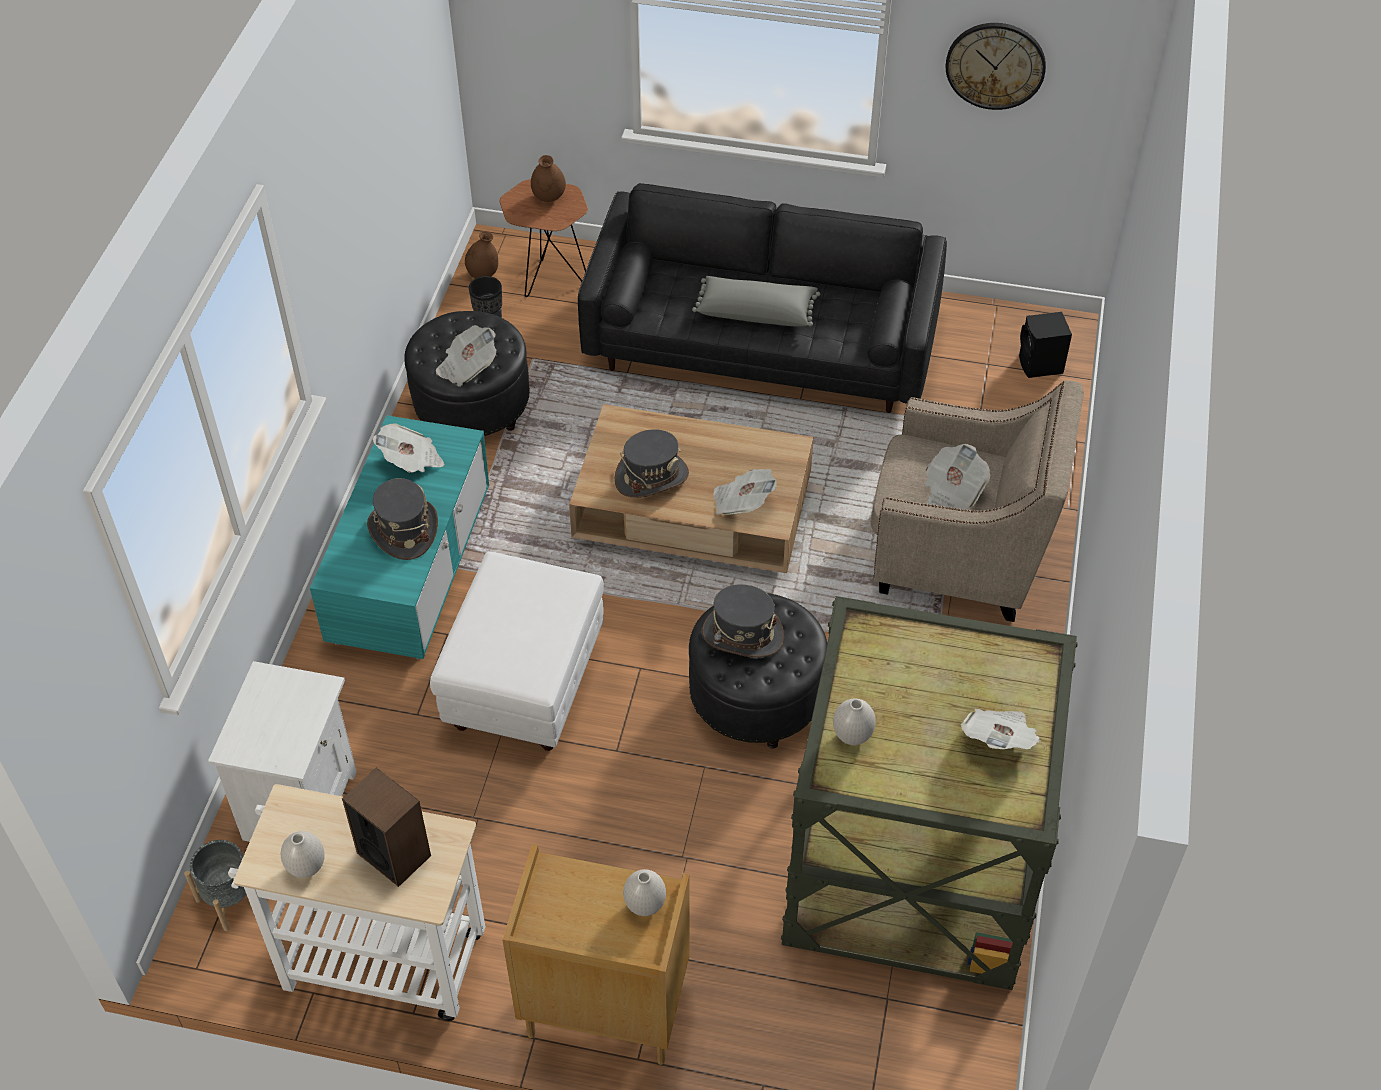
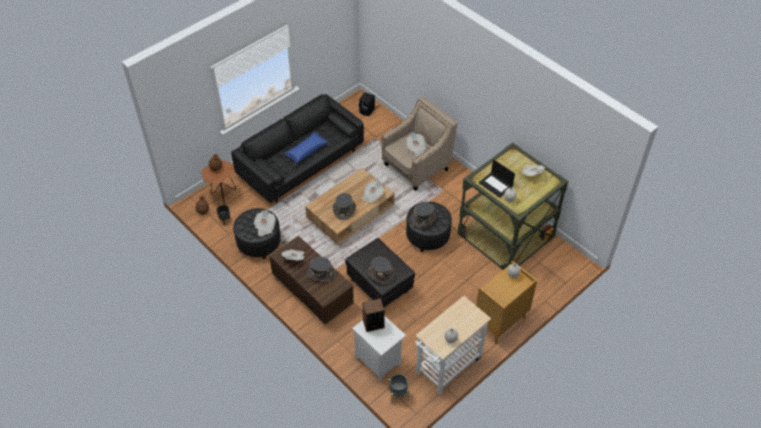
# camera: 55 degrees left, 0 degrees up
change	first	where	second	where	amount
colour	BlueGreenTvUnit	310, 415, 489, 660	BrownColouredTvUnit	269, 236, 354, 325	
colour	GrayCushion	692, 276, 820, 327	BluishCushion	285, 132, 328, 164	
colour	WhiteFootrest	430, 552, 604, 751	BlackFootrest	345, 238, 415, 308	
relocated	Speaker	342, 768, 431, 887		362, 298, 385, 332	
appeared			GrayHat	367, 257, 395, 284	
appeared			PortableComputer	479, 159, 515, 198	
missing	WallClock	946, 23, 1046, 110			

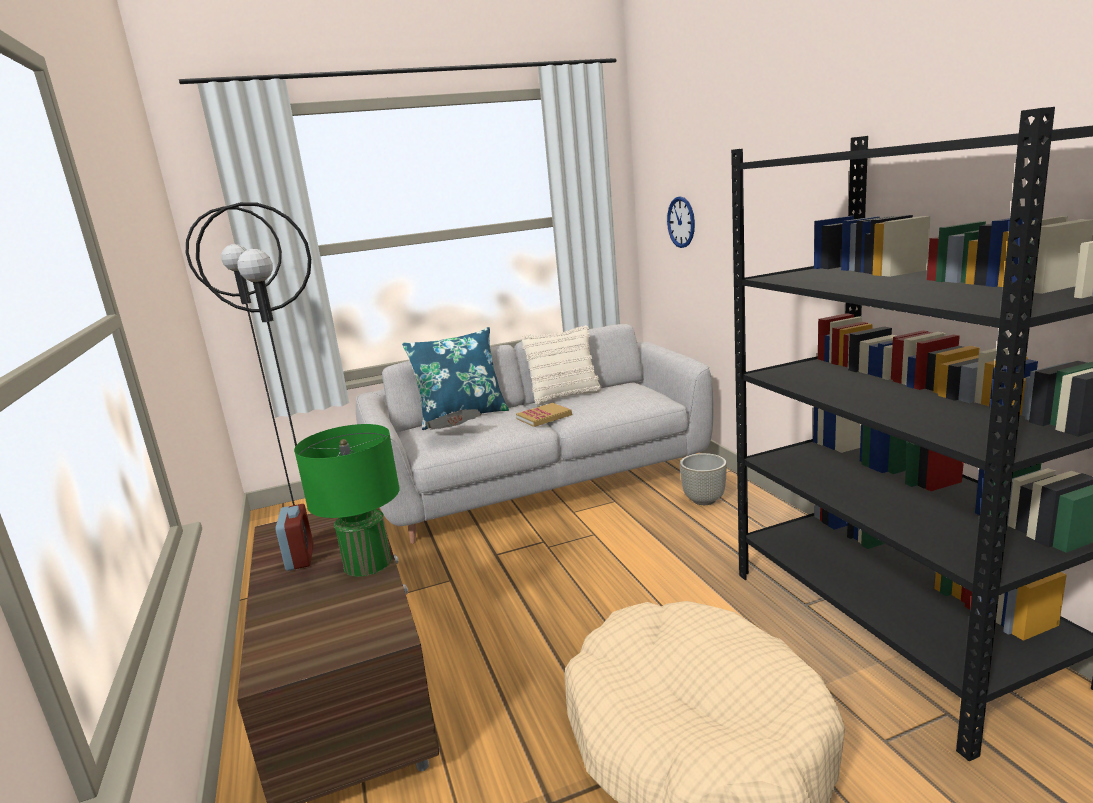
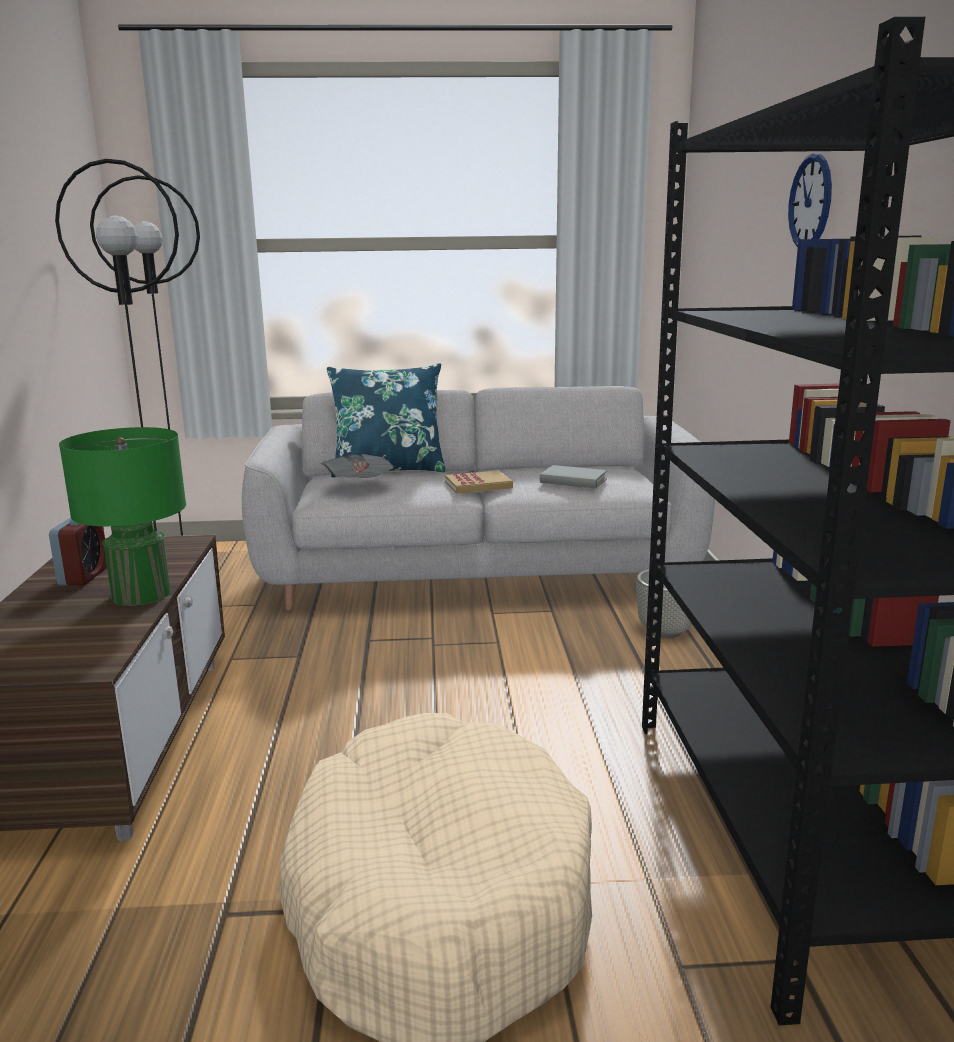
# camera: 15 degrees right, 0 degrees up
change	first	where	second	where	amount
appeared			GrayBook	540, 465, 607, 488	
relocated	WallClock	667, 196, 695, 248		788, 153, 832, 248	
missing	SandColouredCushion	521, 325, 601, 405			

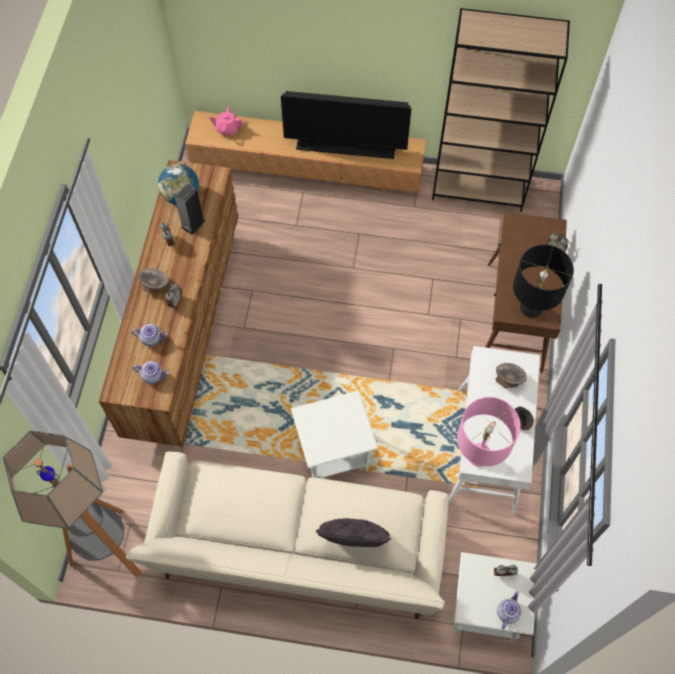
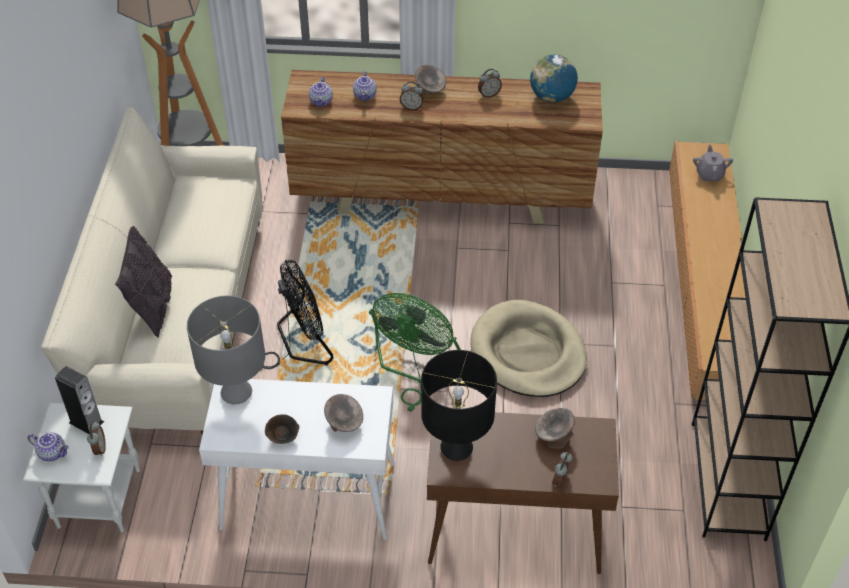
# camera: 85 degrees right, 15 degrees down
change	first	where	second	where	amount
relocated	Speaker	175, 184, 205, 235		55, 366, 104, 434	
colour	PinkishLampForATable	457, 397, 521, 467	GrayLampForATable	187, 296, 265, 404	
exchanged	WhiteSideTable	291, 390, 378, 478	BlackFan	261, 260, 333, 370	
appeared			GreenColouredFan	369, 293, 461, 412	
appeared			SandColouredDogCushion	470, 299, 587, 397	
appeared			GrayDeepDish	535, 408, 575, 449	
colour	PinkishPotForTea	209, 107, 243, 136	GrayPotForTea	693, 145, 733, 181	
missing	TvSet	281, 91, 411, 159			

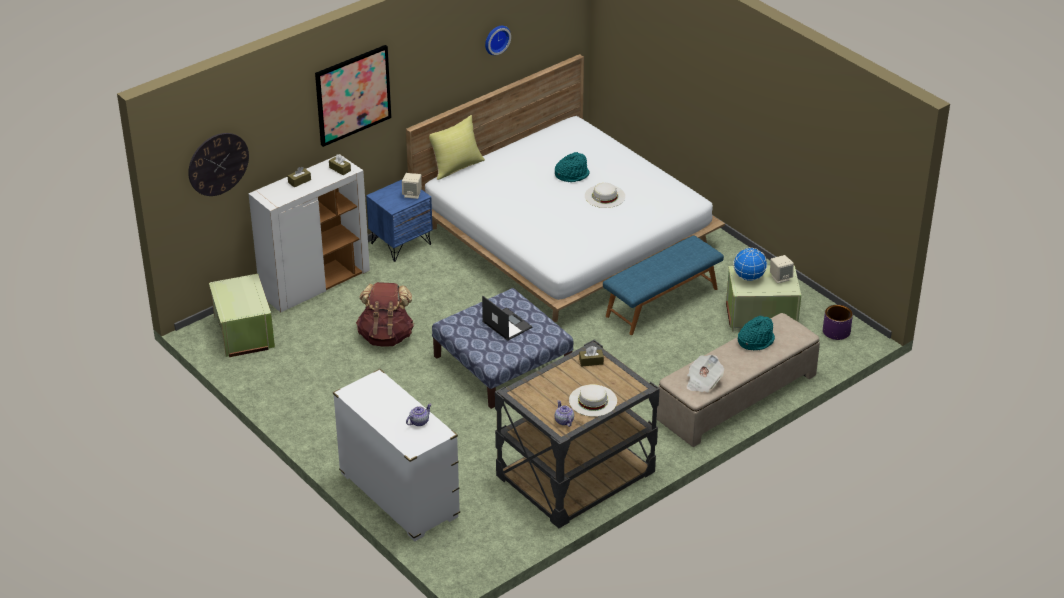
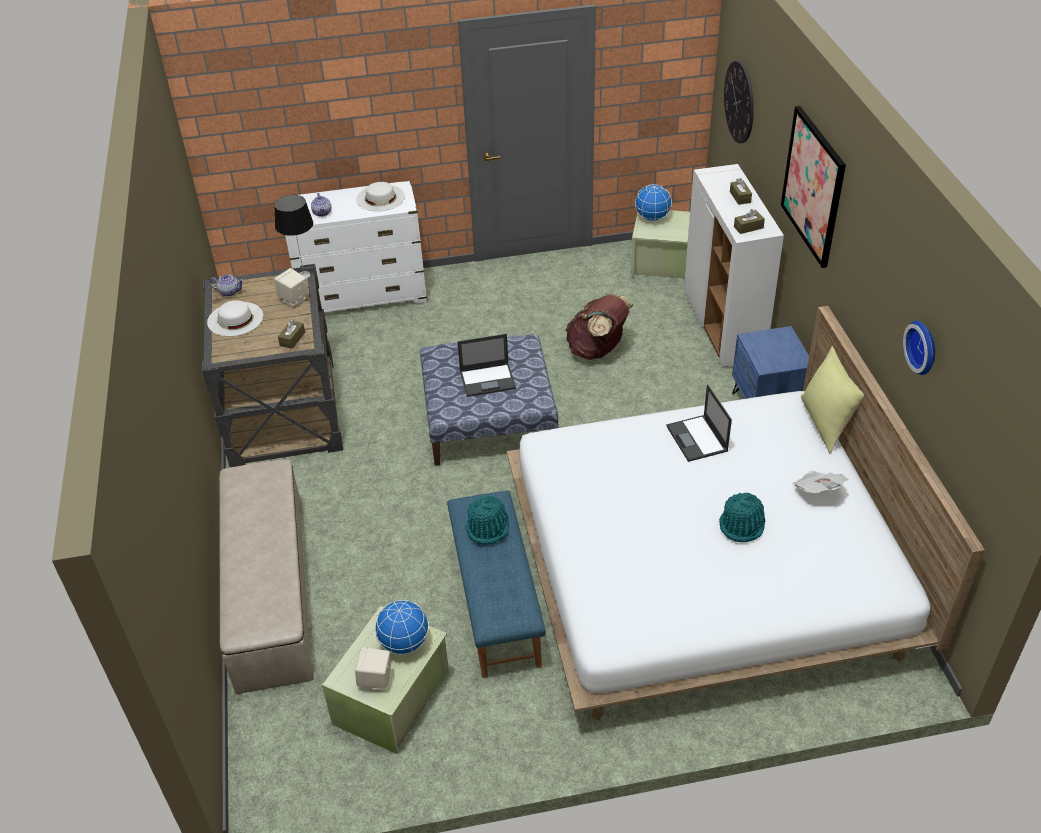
# camera: 120 degrees right, 5 degrees up
change	first	where	second	where	amount
appeared			LampForATable	274, 195, 313, 278	
relocated	SandColouredSpeaker	402, 173, 422, 199		274, 268, 308, 307	
relocated	WhiteHat	585, 183, 625, 208		356, 182, 405, 211	
relocated	BlueGreenHat	738, 316, 775, 350		466, 496, 509, 545	
appeared			Globe	635, 184, 672, 221	
appeared			PortableComputer	666, 384, 732, 462	
relocated	Newspaper	686, 355, 724, 393		792, 471, 848, 493	
missing	PurpleColouredPlantPot	823, 305, 853, 340			

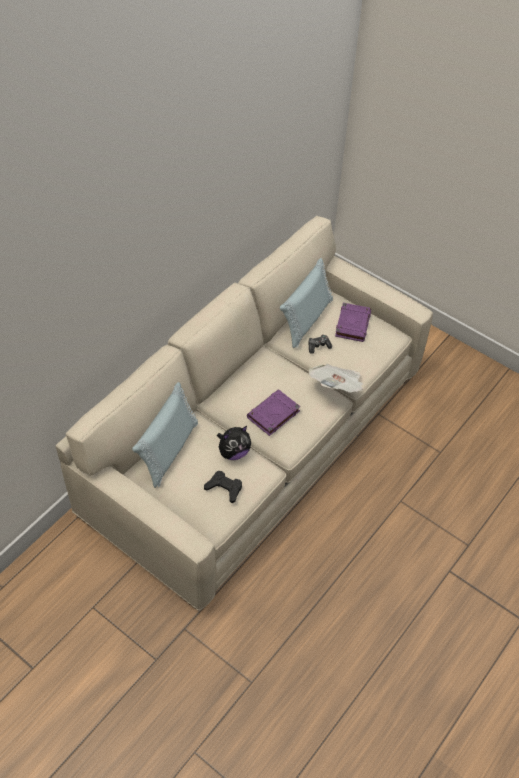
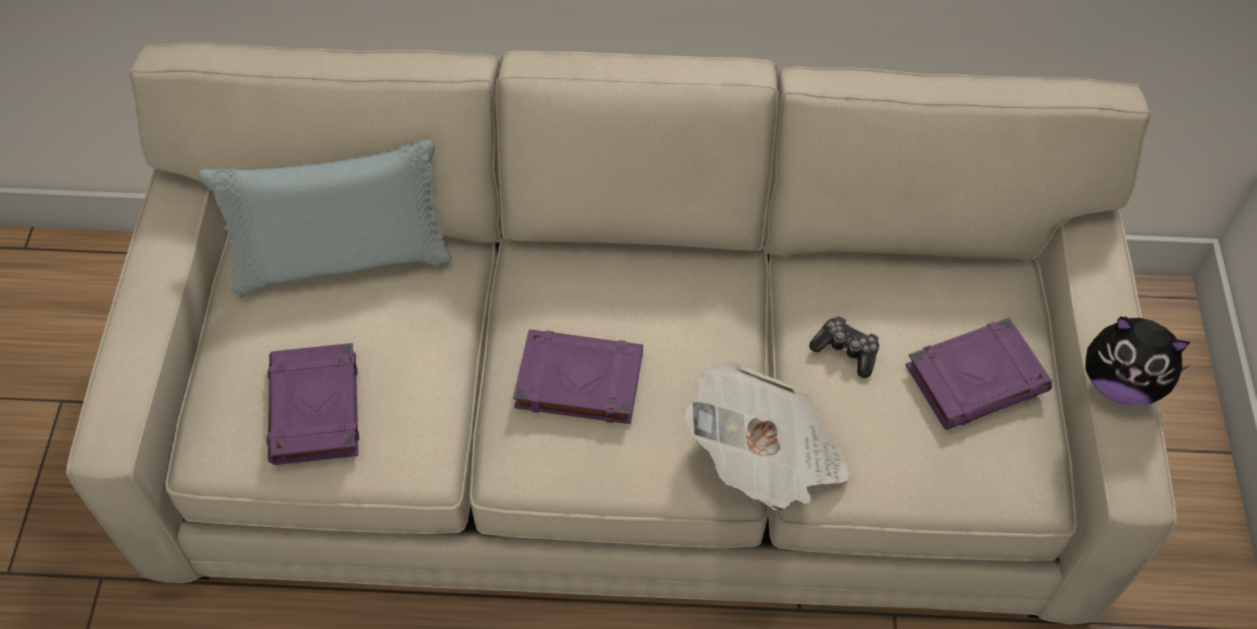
# camera: 55 degrees right, 5 degrees up
change	first	where	second	where	amount
exchanged	BlackJoypad	204, 471, 242, 503	PurpleColouredBook	267, 343, 359, 465	
relocated	CuddlyToy	217, 426, 251, 460		1085, 316, 1190, 405	
missing	BluishCushion	280, 258, 333, 348			

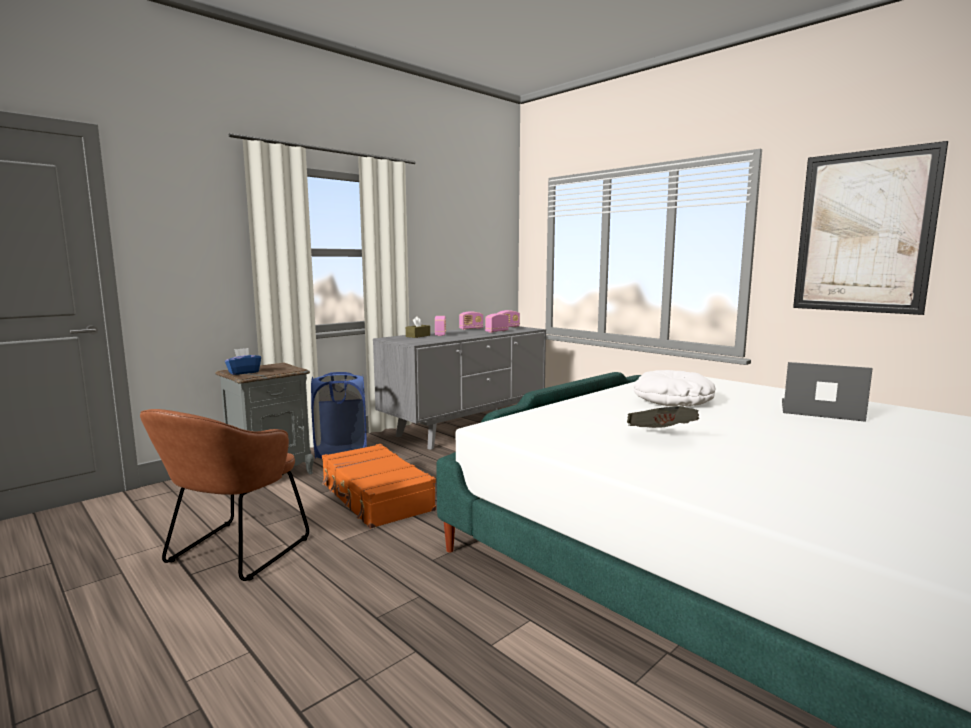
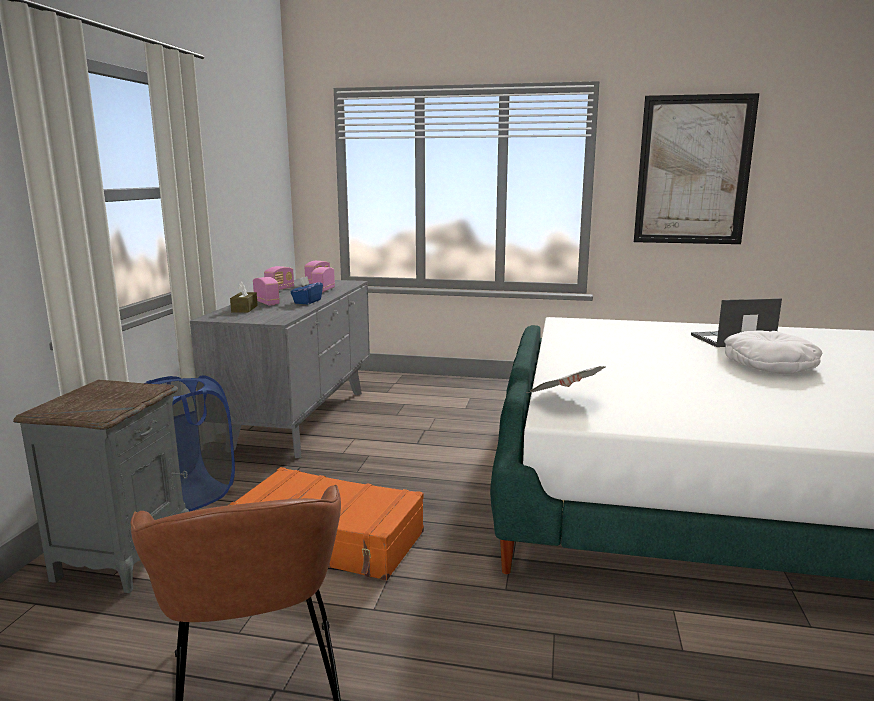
# camera: 35 degrees left, 5 degrees up
change	first	where	second	where	amount
relocated	BluishBoxOfTissues	225, 348, 261, 375		290, 276, 323, 304	
relocated	Newspaper	627, 406, 699, 428		526, 366, 606, 393	
relocated	WhiteCushion	634, 370, 715, 406		724, 330, 822, 374	

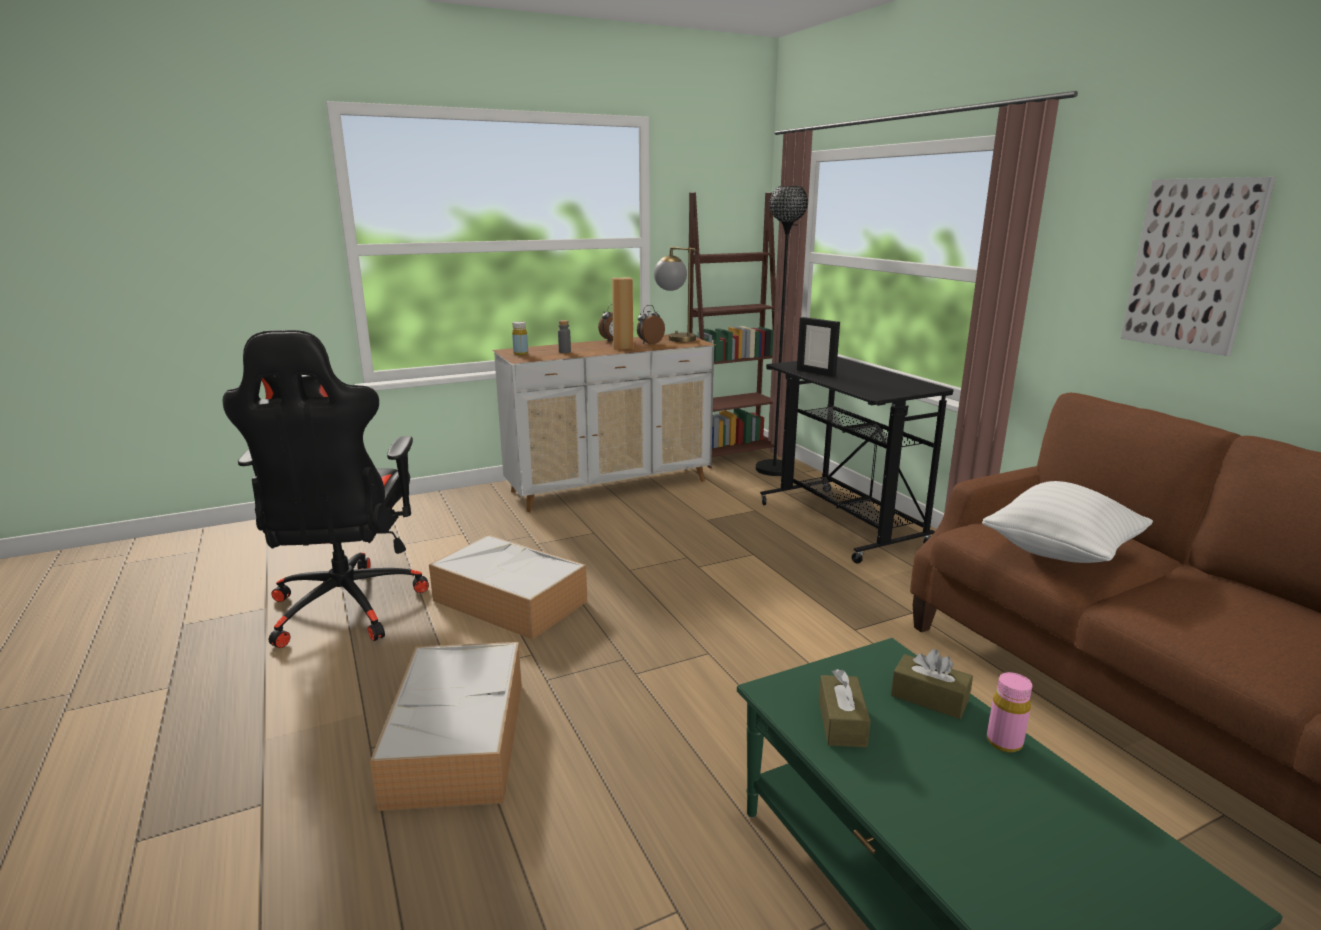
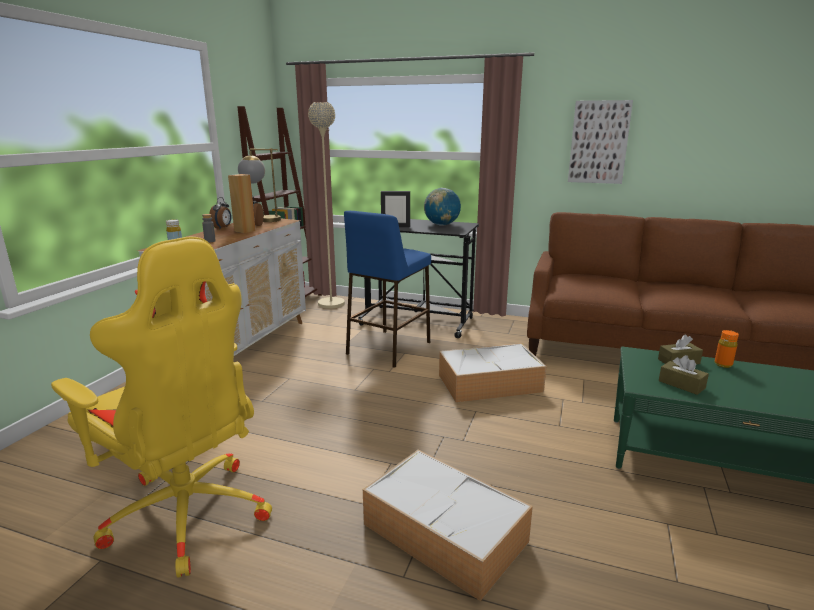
# camera: 45 degrees left, 0 degrees up
change	first	where	second	where	amount
colour	BlackComputerChair	223, 330, 429, 648	YellowColouredComputerChair	51, 237, 272, 577	
colour	BlackFloorLamp	756, 186, 808, 476	SandColouredFloorLamp	308, 102, 345, 309	
appeared			BluishSittingStool	344, 211, 431, 368	
appeared			Globe	424, 188, 461, 226	
relocated	StorageContainer	429, 535, 587, 640		439, 343, 546, 402	
colour	PinkishBeverageBottle	987, 672, 1032, 753	OrangeColouredBeverageBottle	714, 330, 739, 368	
missing	WhiteCushion	982, 481, 1153, 563			

